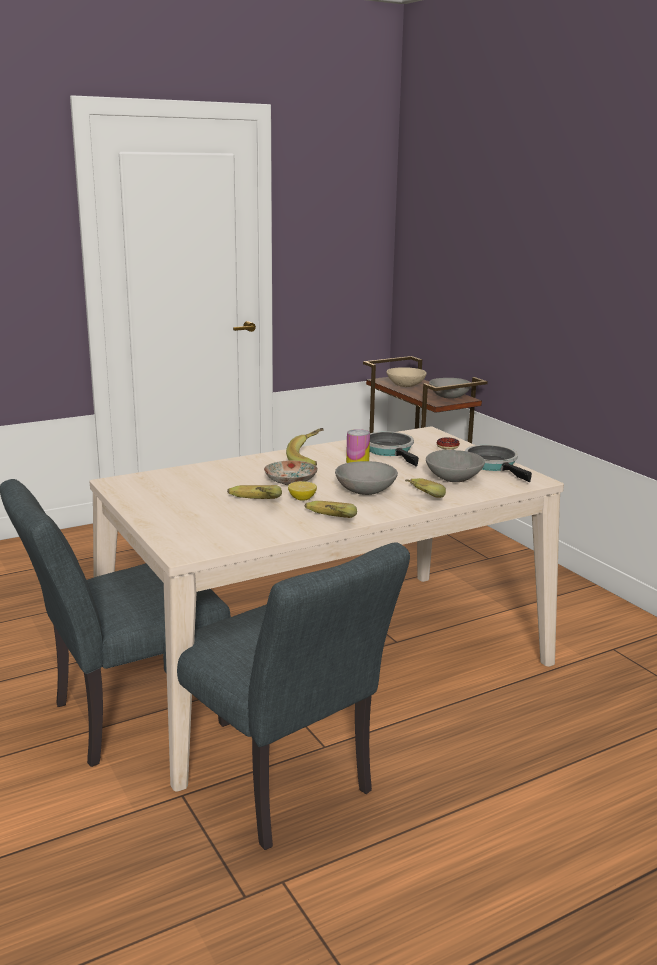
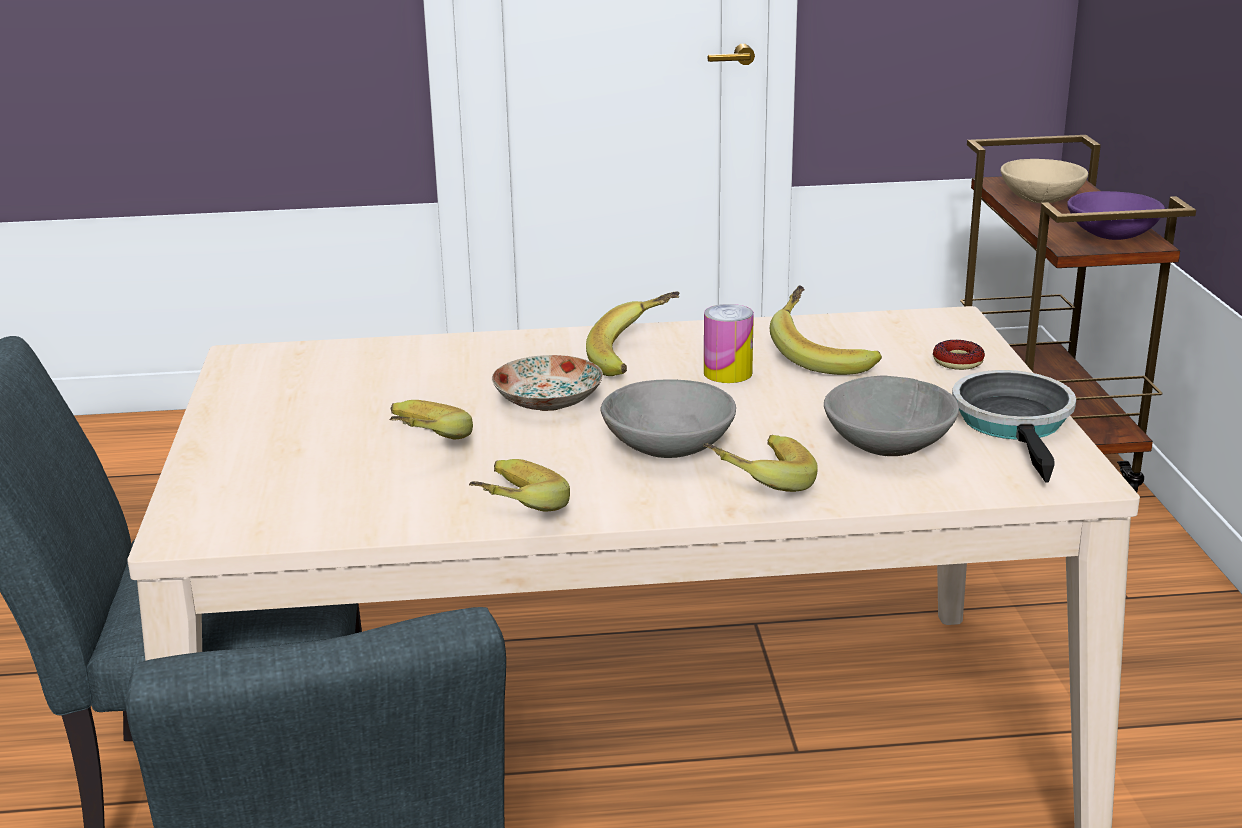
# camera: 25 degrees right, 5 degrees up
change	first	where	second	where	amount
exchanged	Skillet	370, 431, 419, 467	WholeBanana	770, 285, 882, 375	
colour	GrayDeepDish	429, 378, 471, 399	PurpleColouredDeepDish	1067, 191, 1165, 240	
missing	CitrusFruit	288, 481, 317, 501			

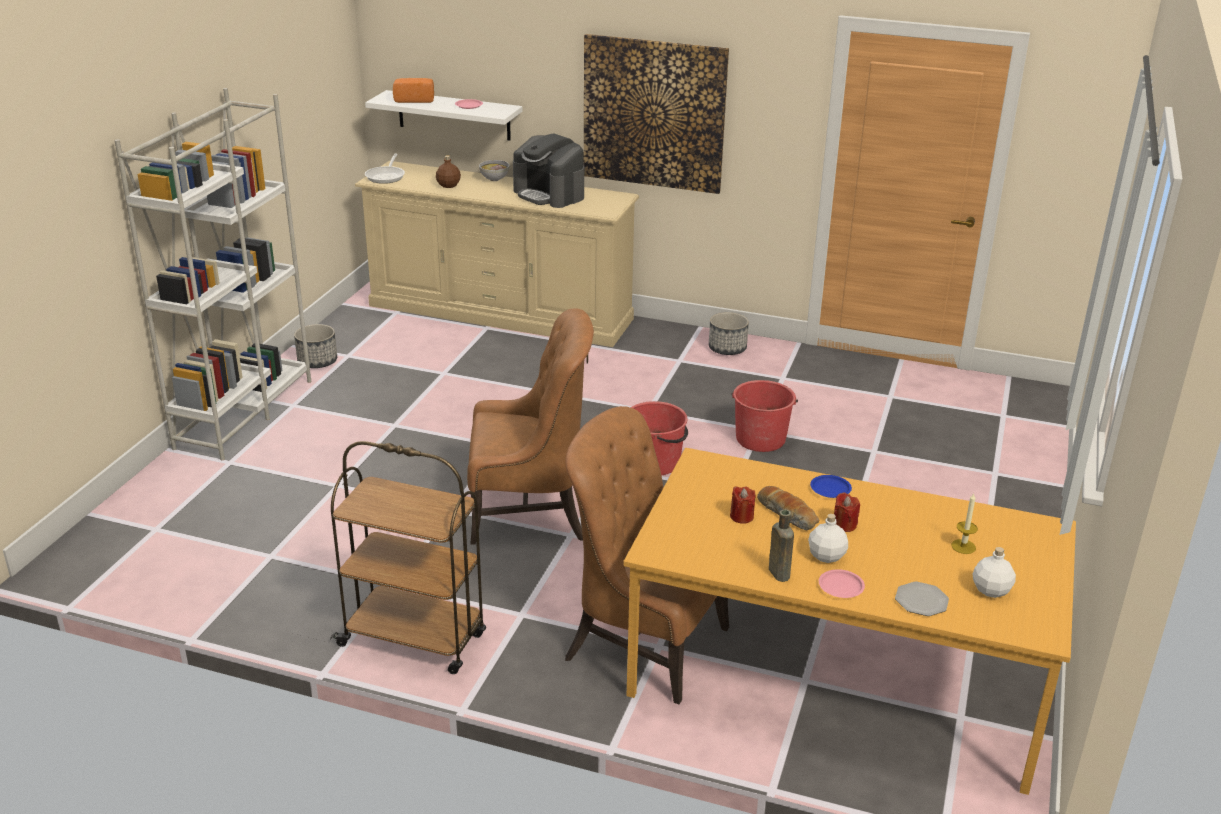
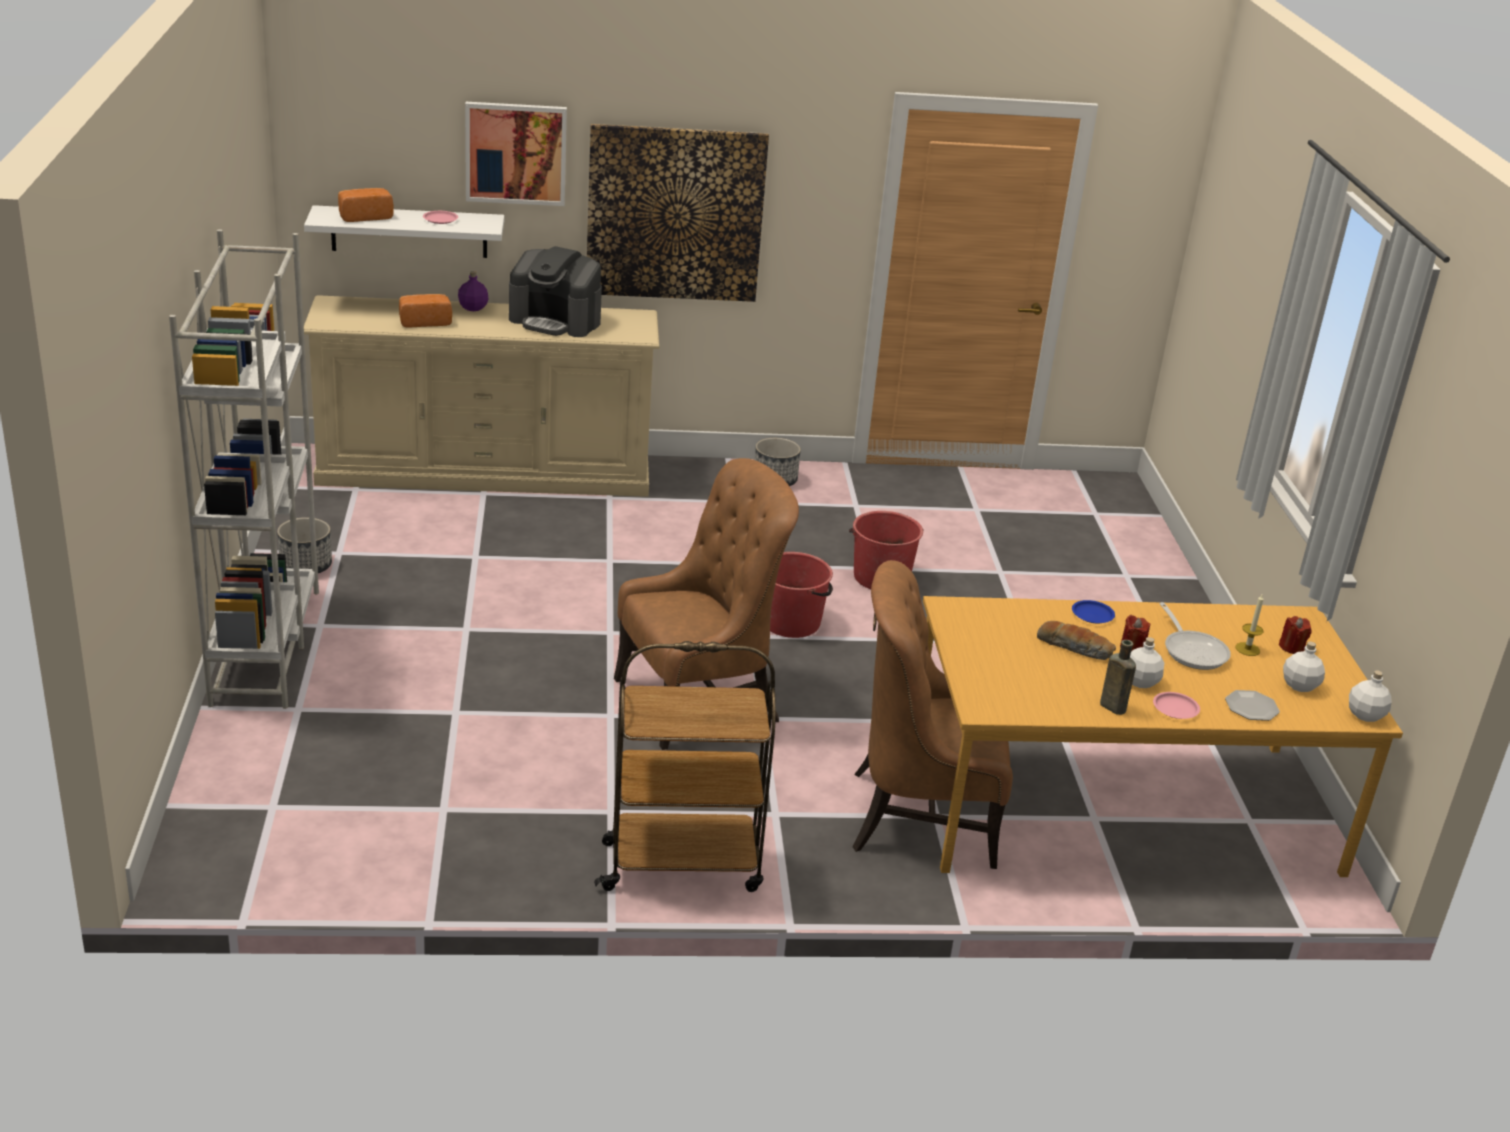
# camera: 25 degrees left, 0 degrees up
change	first	where	second	where	amount
exchanged	BrownColouredBeverageBottle	436, 155, 461, 188	BakedBread	399, 294, 452, 327	
exchanged	DeepDish	479, 160, 509, 181	PurpleColouredBeverageBottle	458, 271, 489, 311	
appeared			Picture	465, 102, 567, 206	
relocated	Skillet	365, 153, 405, 184		1159, 602, 1231, 670	
relocated	RedColouredWaxLight	730, 486, 755, 524		1279, 616, 1311, 654	
appeared			WhiteBeverageBottle	1349, 670, 1392, 722	

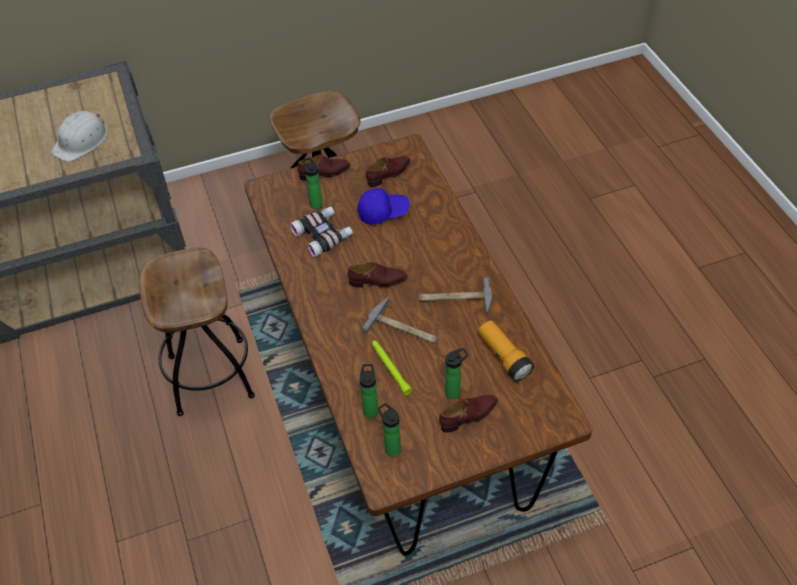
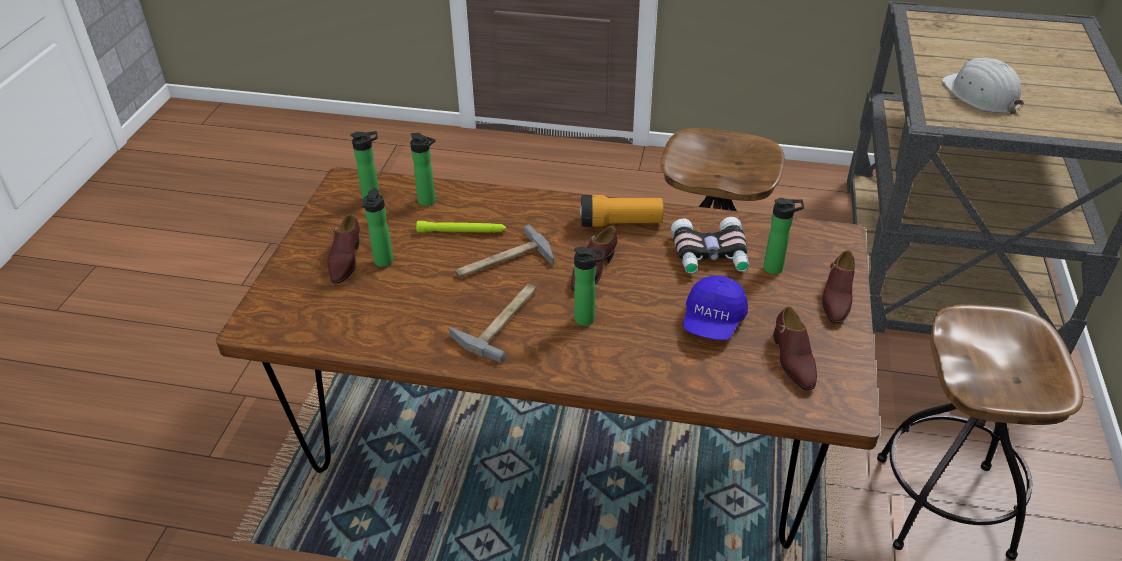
# camera: 120 degrees right, 10 degrees down
change	first	where	second	where	amount
appeared			BeverageBottle	574, 247, 605, 326	
relocated	HandTorch	478, 320, 534, 381		580, 195, 664, 227	

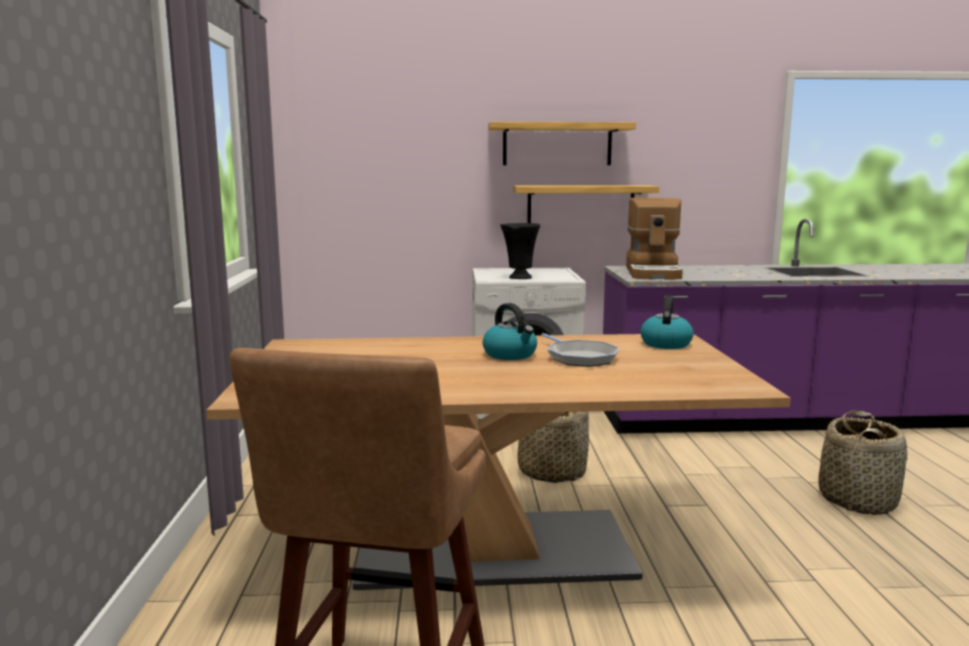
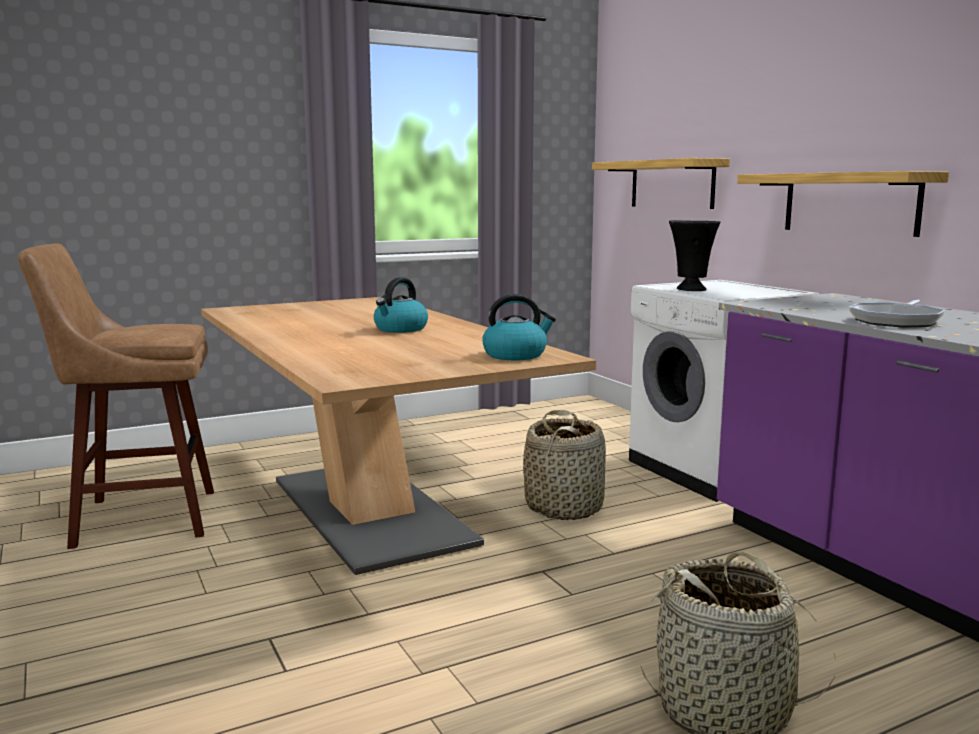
# camera: 65 degrees right, 0 degrees up
change	first	where	second	where	amount
relocated	Shelf	488, 122, 636, 165		592, 158, 730, 209	
relocated	Skillet	541, 333, 619, 367		849, 299, 945, 327	
missing	CoffeeMaker	626, 198, 683, 280			

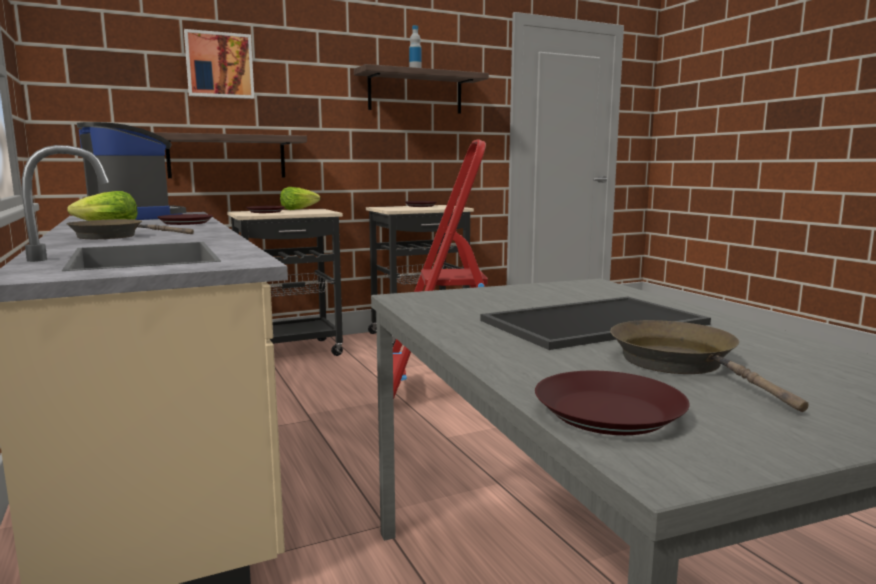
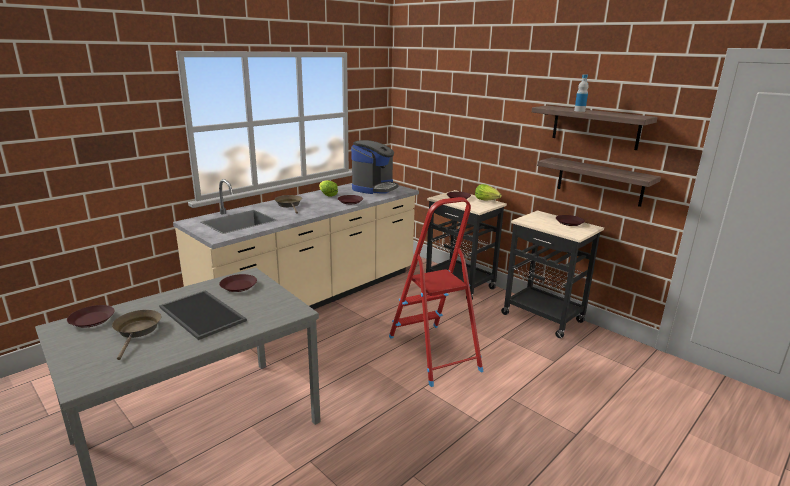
# camera: 70 degrees right, 10 degrees up
change	first	where	second	where	amount
spun	BrownColouredSkillet	610, 320, 809, 412		112, 310, 161, 360	60 degrees counterclockwise
appeared			BrownColouredPlate	219, 274, 257, 292	
relocated	Shelf	152, 132, 307, 178		537, 157, 661, 207	
missing	Picture	184, 29, 254, 99			

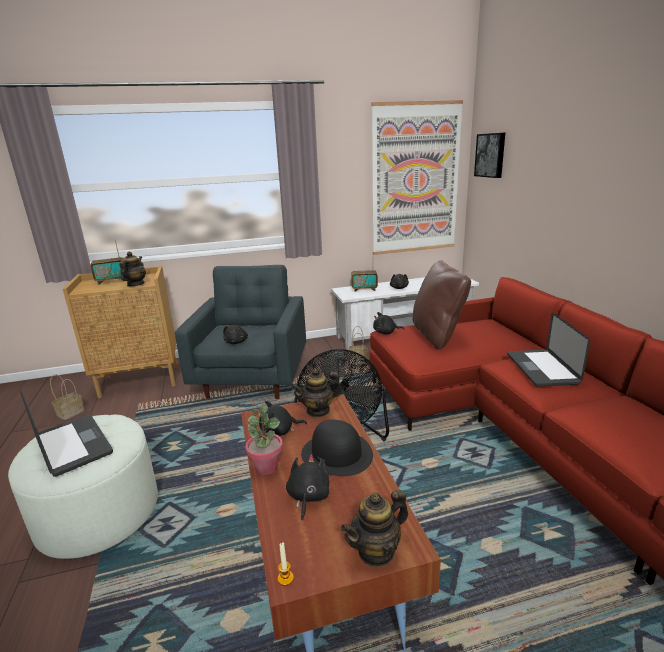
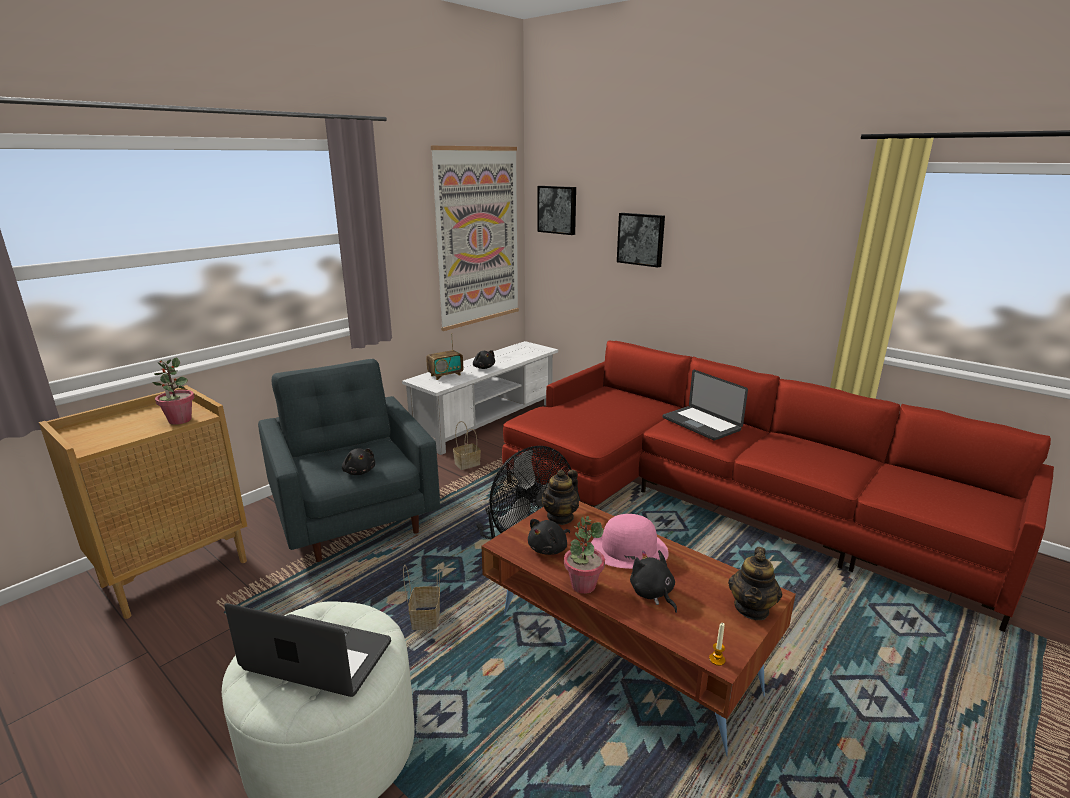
# camera: 35 degrees left, 0 degrees up
change	first	where	second	where	amount
exchanged	PotForTea	119, 251, 146, 287	PottedPlant	152, 357, 195, 425	
relocated	HouseholdBasket	50, 374, 84, 420		403, 564, 440, 630	
colour	BlackHat	301, 420, 373, 476	PinkishHat	591, 514, 669, 569	
appeared			Picture	617, 213, 665, 267	
missing	RadioSet	91, 240, 124, 285			
missing	BlackCuddlyToy	373, 312, 404, 334			
missing	BrownColouredCushion	413, 260, 471, 349			

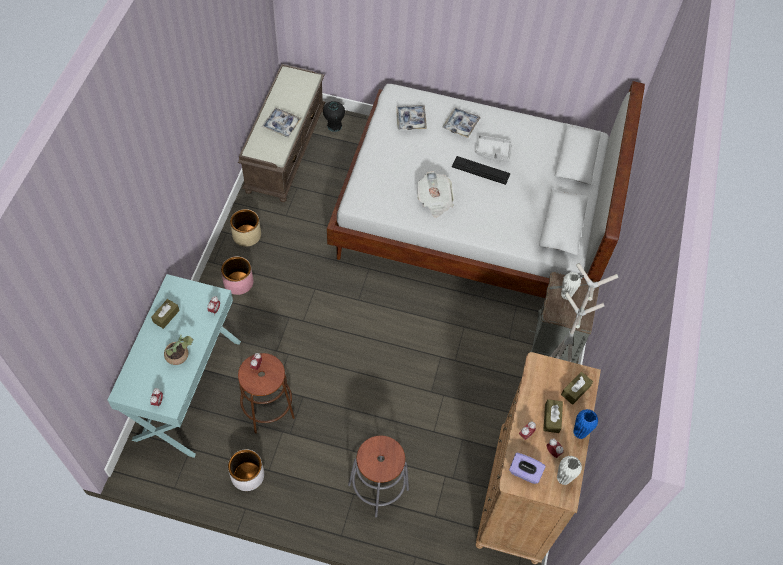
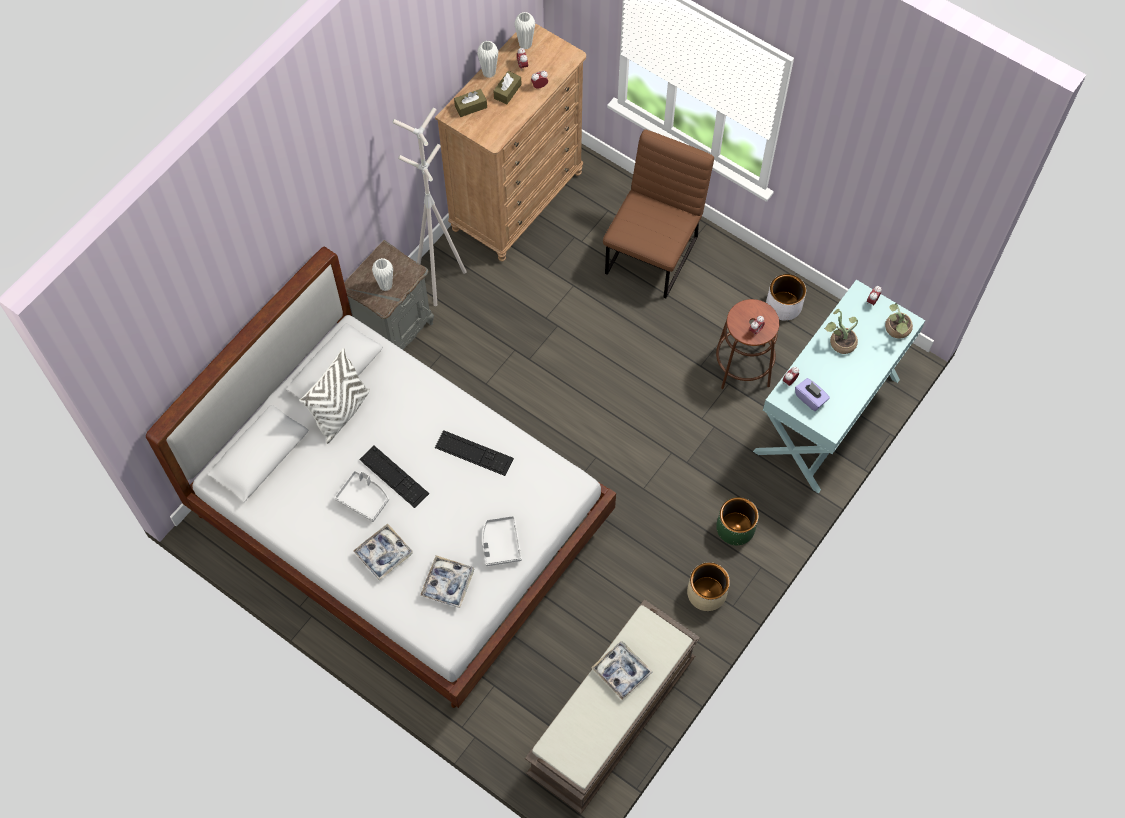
# camera: 155 degrees left, 5 degrees up
change	first	where	second	where	amount
appeared			WhiteCushion	299, 348, 370, 444	
exchanged	Newspaper	417, 171, 454, 218	Keyboard	435, 430, 514, 476	
colour	BluishDecorativeVase	573, 409, 598, 439	WhiteDecorativeVase	477, 41, 498, 78	
appeared			GrayCarryingTray	482, 516, 522, 566	
exchanged	GraySittingStool	348, 436, 409, 517	BrownColouredPlainChair	603, 129, 714, 298	
colour	PinkishPlantPot	221, 257, 254, 295	GreenColouredPlantPot	716, 497, 759, 545	
relocated	PurpleColouredBoxOfTissues	509, 453, 546, 484		795, 378, 830, 411	
appeared			PottedPlant	885, 303, 913, 339	
missing	BrownColouredBoxOfTissues	151, 299, 180, 329			
missing	BlackDecorativeVase	323, 101, 345, 132			

